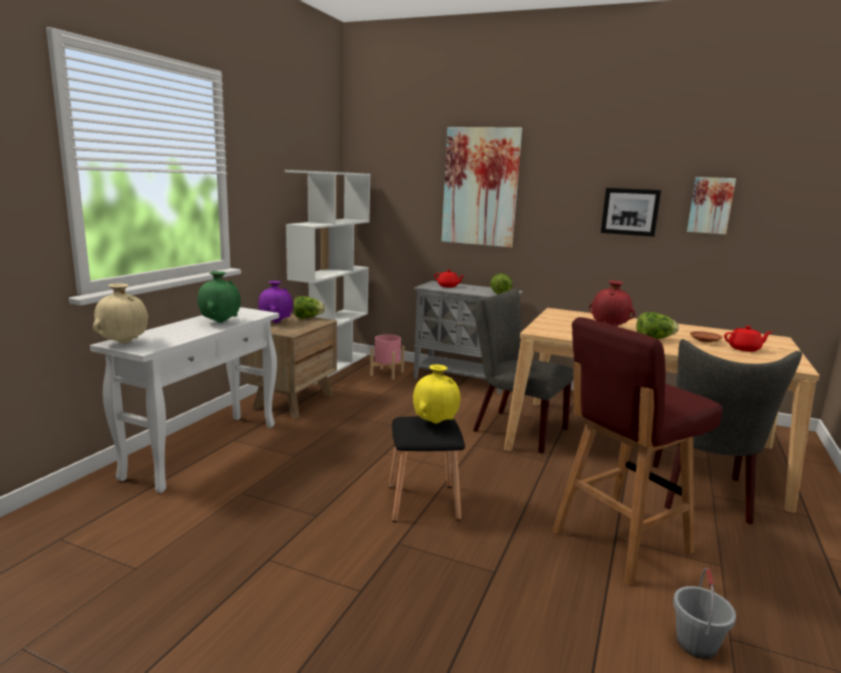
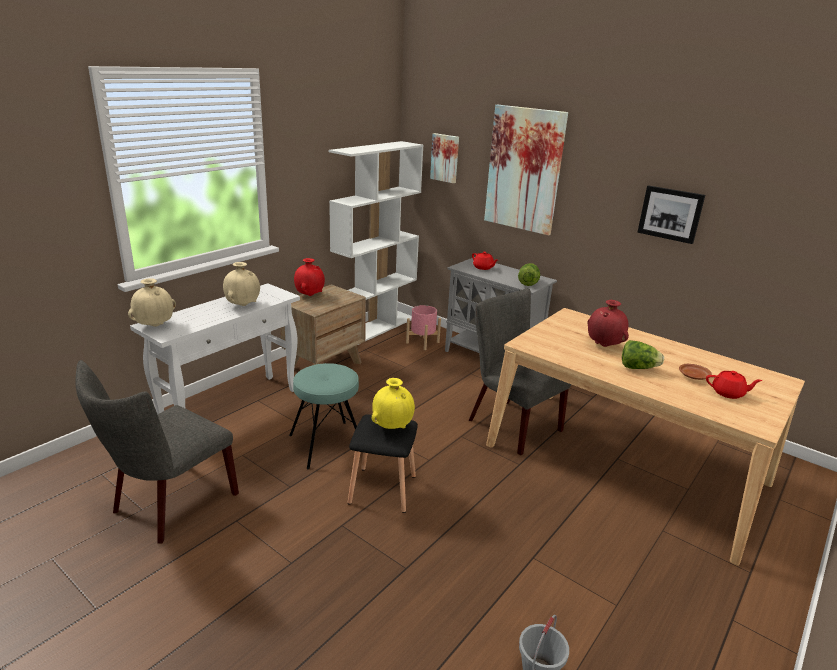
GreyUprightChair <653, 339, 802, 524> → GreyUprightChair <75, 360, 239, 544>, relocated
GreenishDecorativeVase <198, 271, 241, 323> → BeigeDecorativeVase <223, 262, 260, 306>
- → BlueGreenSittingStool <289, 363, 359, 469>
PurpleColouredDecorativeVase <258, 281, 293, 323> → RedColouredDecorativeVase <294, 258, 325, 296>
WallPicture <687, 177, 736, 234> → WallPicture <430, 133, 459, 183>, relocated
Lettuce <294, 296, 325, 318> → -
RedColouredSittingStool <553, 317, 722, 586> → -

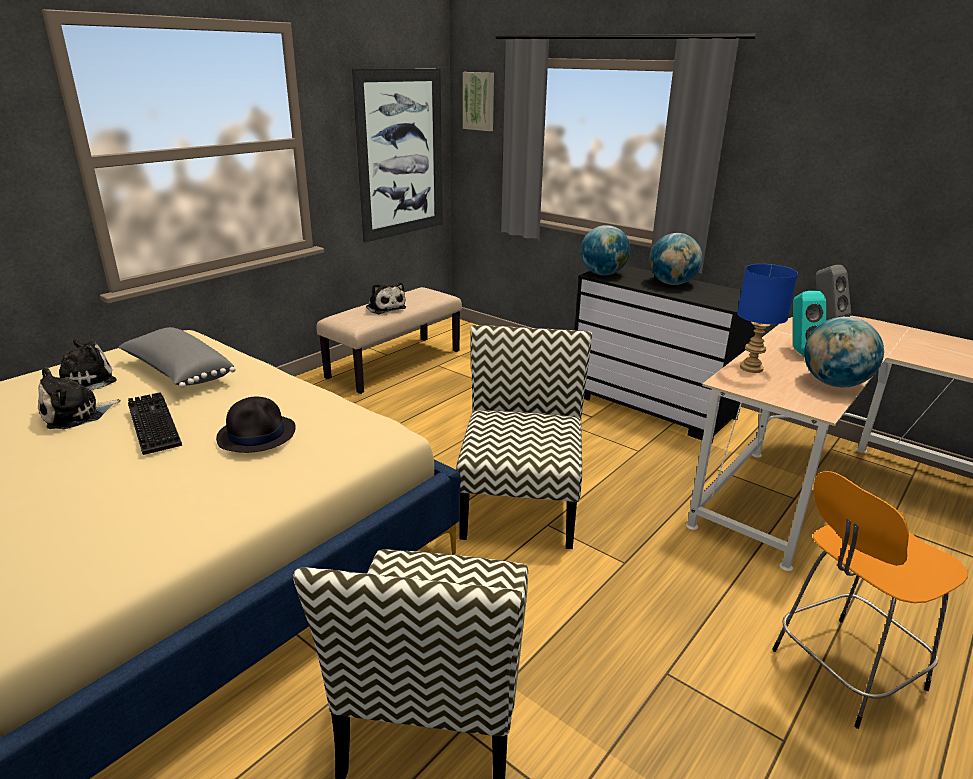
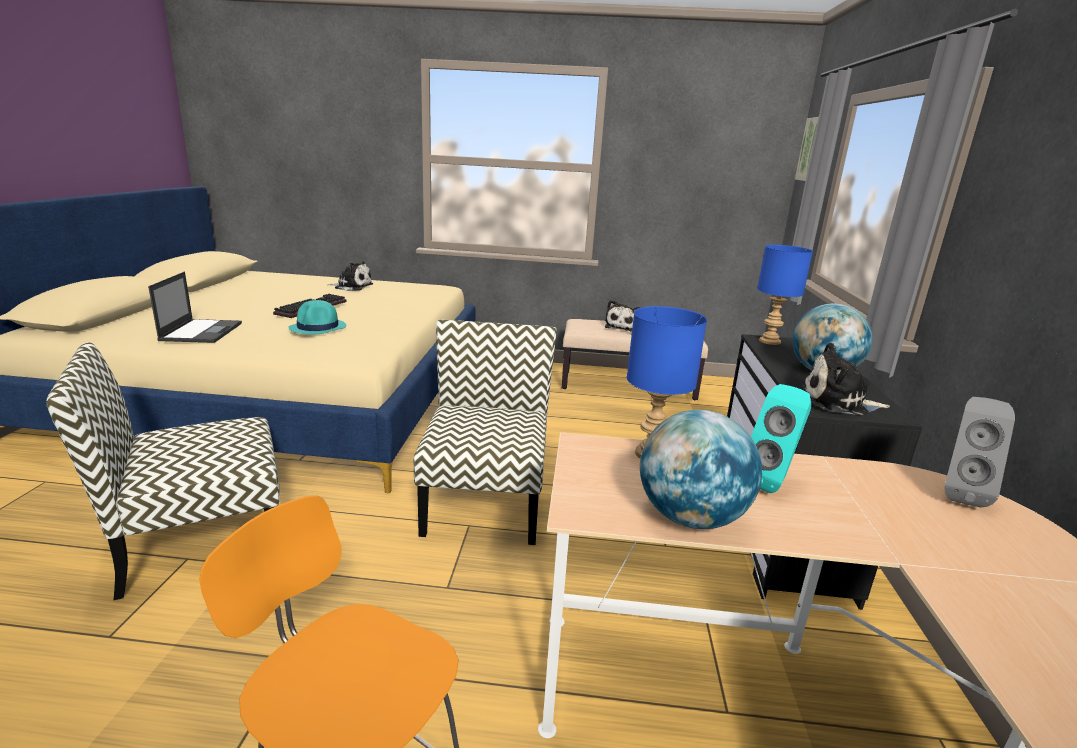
- → Laptop <148, 272, 242, 343>
BlackHat <216, 397, 296, 453> → BlueGreenHat <288, 300, 346, 334>
UprightChair <456, 325, 592, 549> → UprightChair <414, 320, 556, 545>, 60 degrees counterclockwise
DeskGlobe <580, 225, 630, 275> → BlueTableLamp <757, 245, 813, 345>
SoftToy <38, 367, 121, 429> → SoftToy <802, 343, 890, 415>, relocated
GreyThrowPillow <118, 327, 236, 388> → -
WallPicture <352, 69, 443, 243> → -

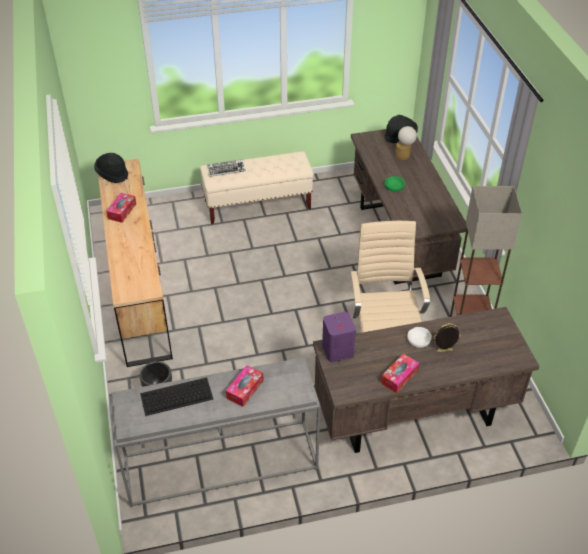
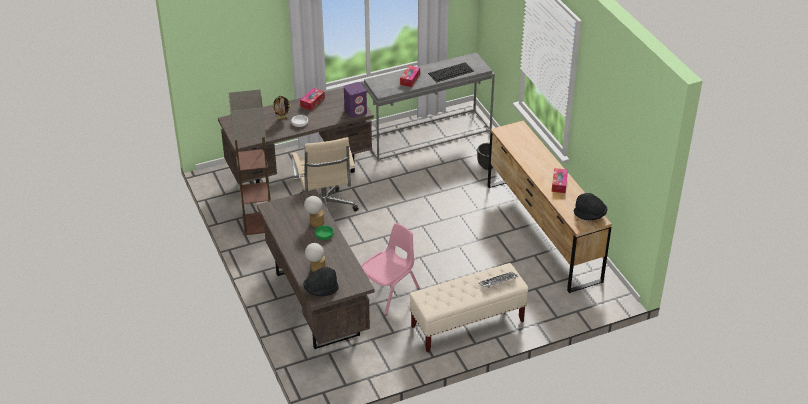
- → TableLamp <304, 196, 324, 228>
- → PinkishUprightChair <362, 223, 420, 315>

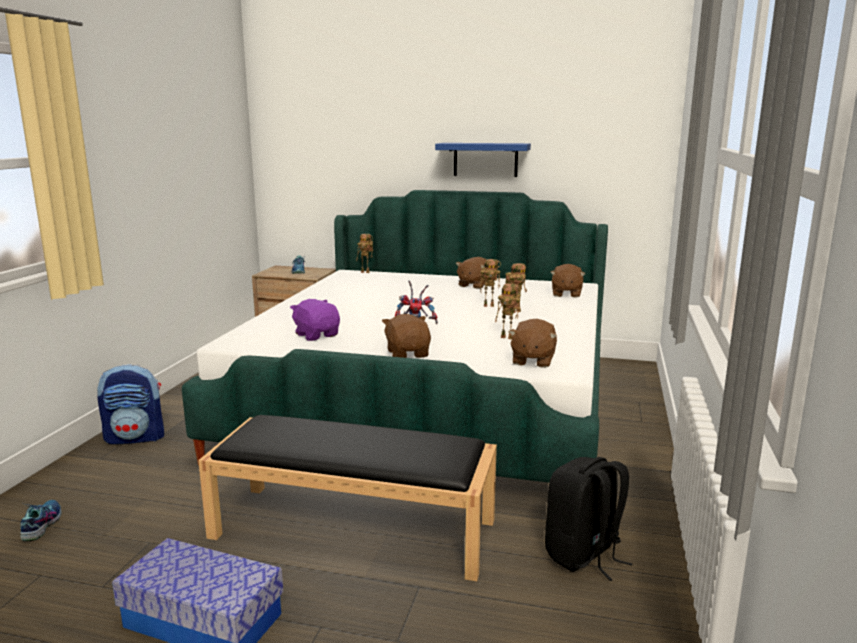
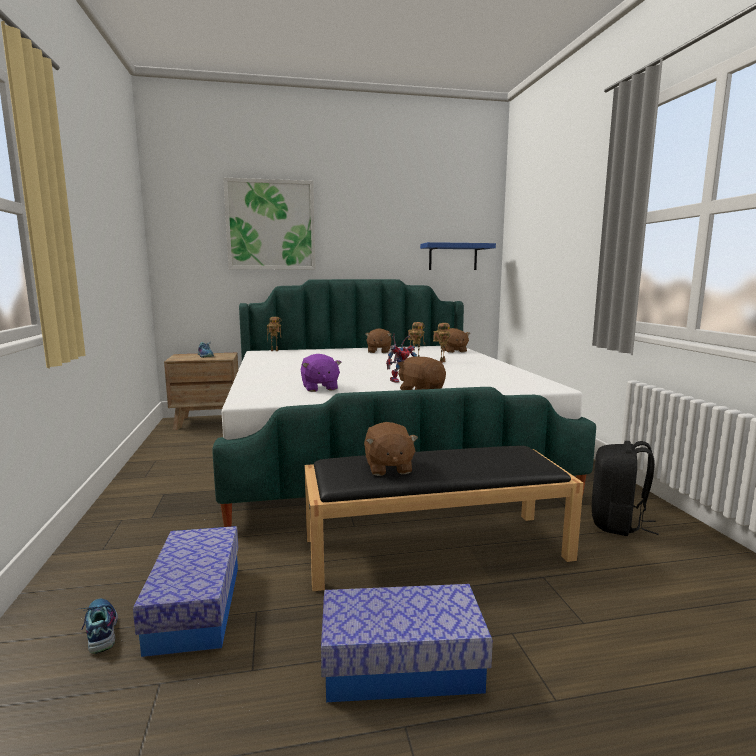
- → StorageBin <133, 526, 238, 657>
- → WallPicture <223, 178, 316, 269>
PurpleColouredSoftToy <290, 299, 340, 341> → PurpleColouredSoftToy <301, 354, 342, 392>, 135 degrees counterclockwise
BrownishSoftToy <509, 319, 557, 368> → BrownishSoftToy <364, 422, 418, 476>, relocated
BlueShelf <435, 143, 531, 177> → BlueShelf <420, 242, 496, 270>, relocated
Backpack <97, 364, 164, 444> → -
ModelRobot <495, 283, 521, 339> → -

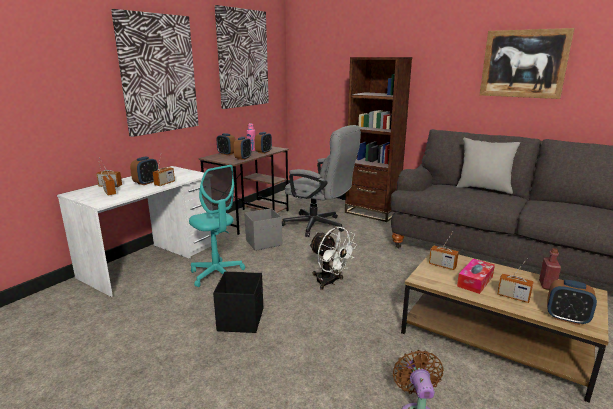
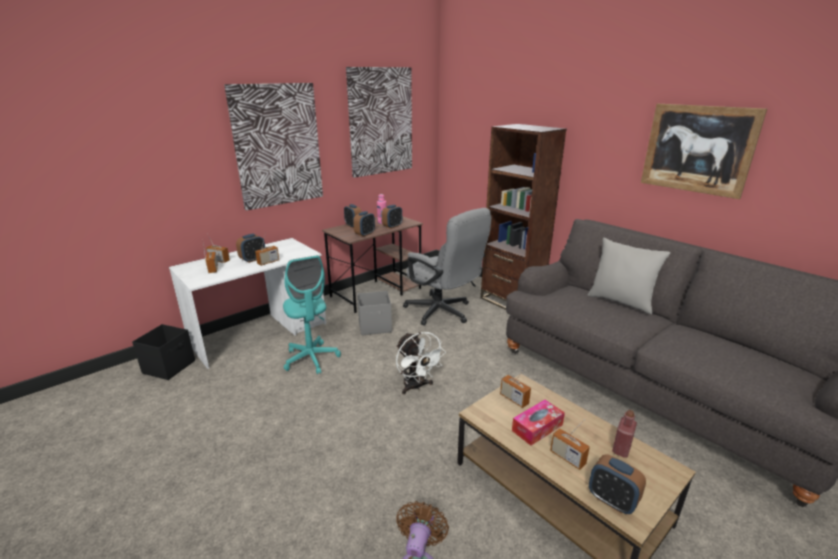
BlackStorageBin <213, 271, 263, 333> → BlackStorageBin <132, 324, 195, 380>, relocated

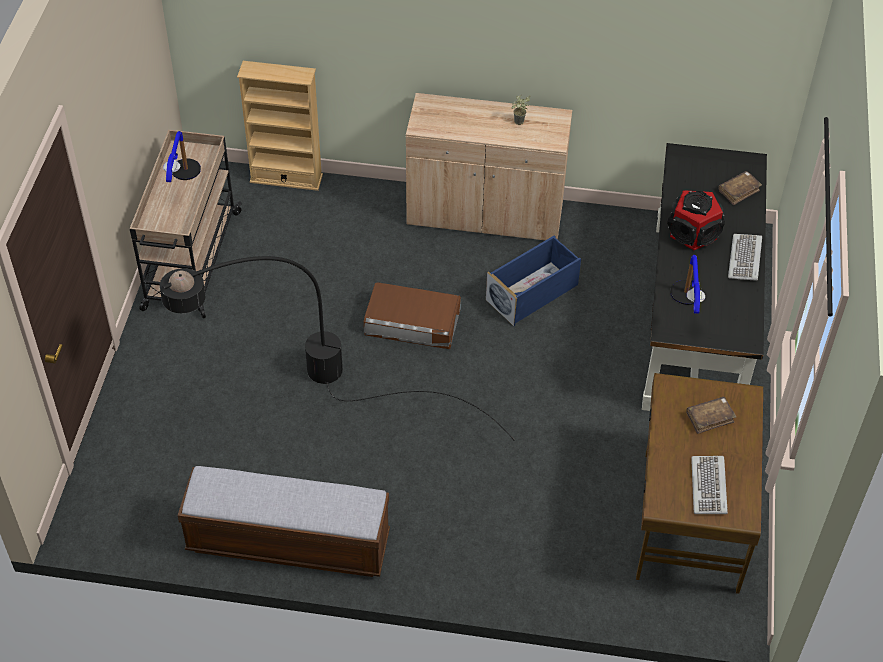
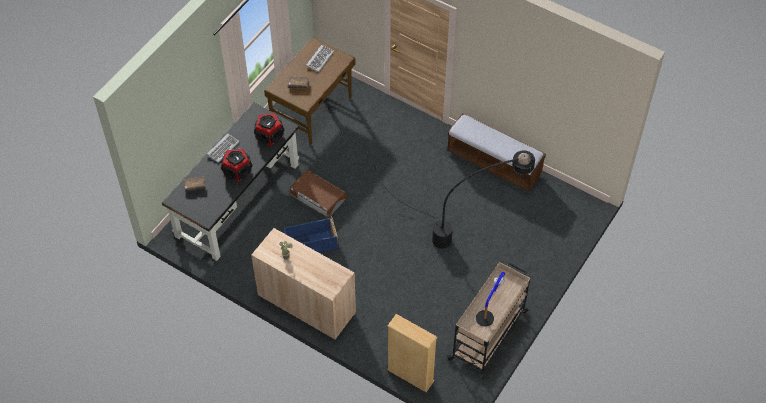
TableLamp <670, 255, 705, 314> → Speaker <254, 113, 284, 146>
BrownishStorageBin <364, 282, 461, 349> → BrownishStorageBin <290, 170, 346, 218>, relocated

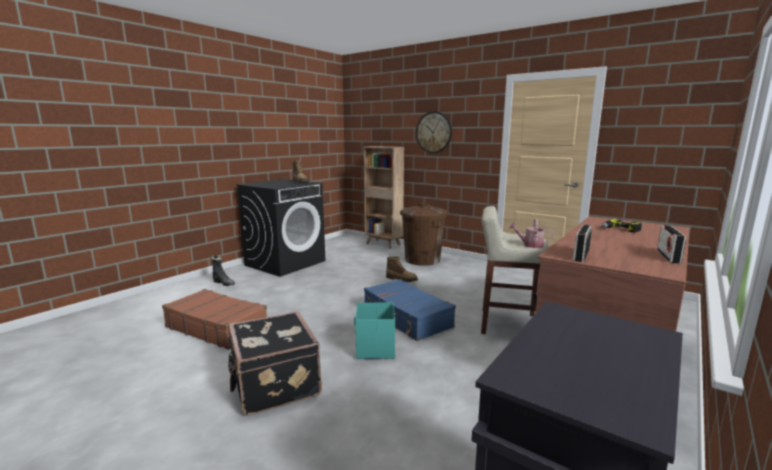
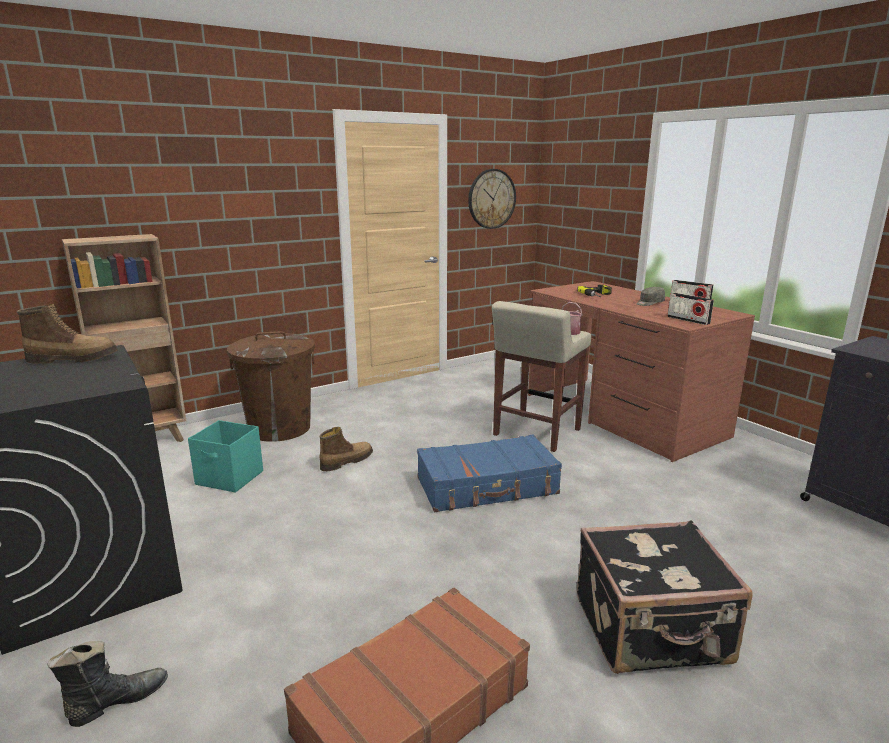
BlueGreenStorageBin <354, 302, 395, 359> → BlueGreenStorageBin <188, 420, 263, 493>, relocated
HangingClock <416, 111, 452, 153> → HangingClock <468, 169, 516, 229>, relocated
- → GreyCap <636, 287, 665, 306>

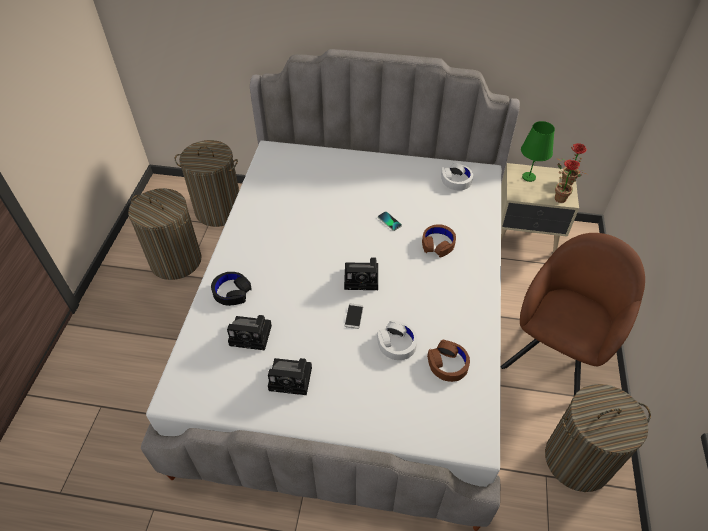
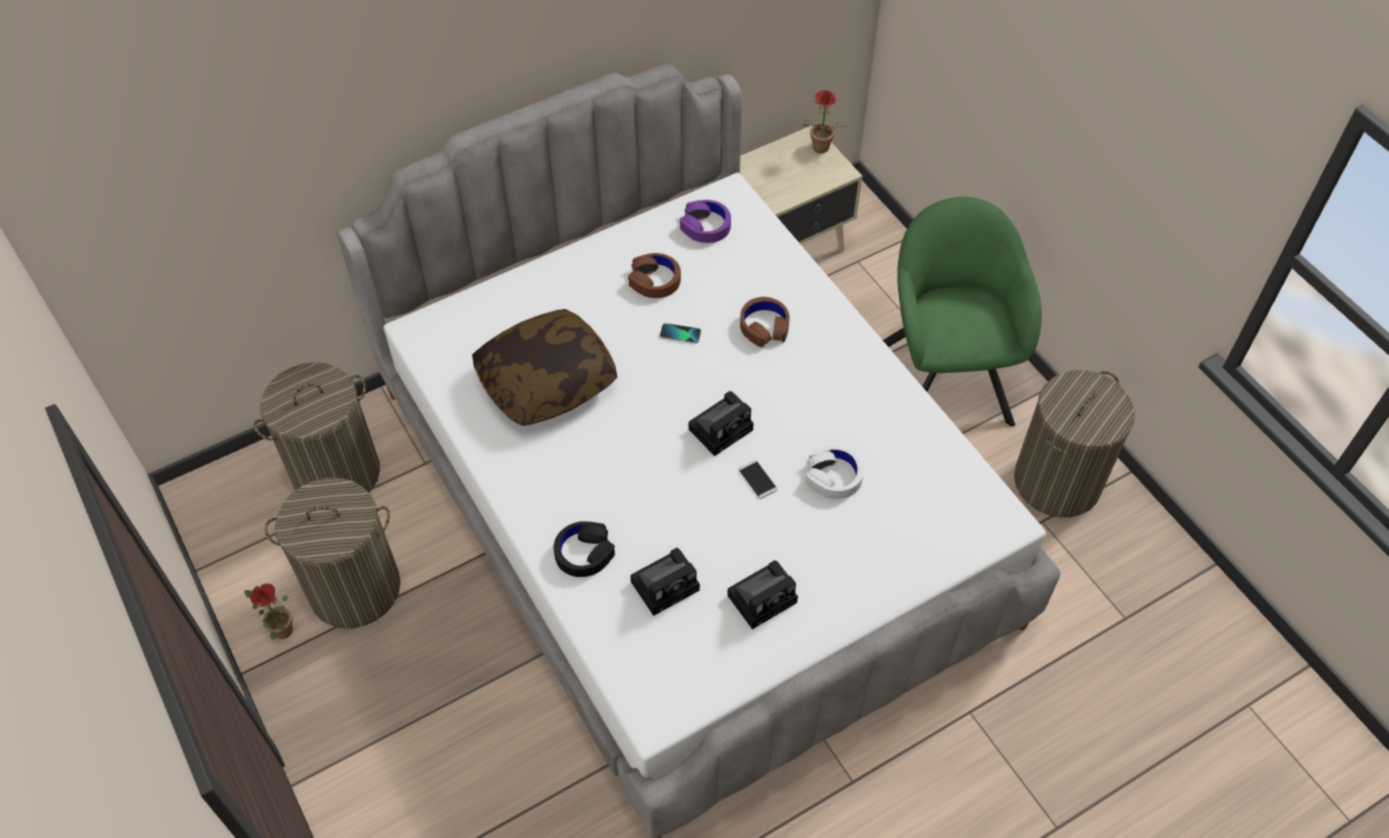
PottedPlant <555, 159, 581, 203> → PottedPlant <244, 584, 293, 640>, relocated
- → ThrowPillow <472, 309, 617, 426>
BrownishHeadset <427, 340, 470, 382> → BrownishHeadset <628, 253, 681, 298>, relocated
WhiteHeadset <441, 162, 473, 190> → PurpleColouredHeadset <680, 200, 731, 243>
BrownishEasyChair <501, 233, 645, 396> → GreenishEasyChair <883, 197, 1042, 427>
GreenishTableLamp <521, 121, 555, 182> → -

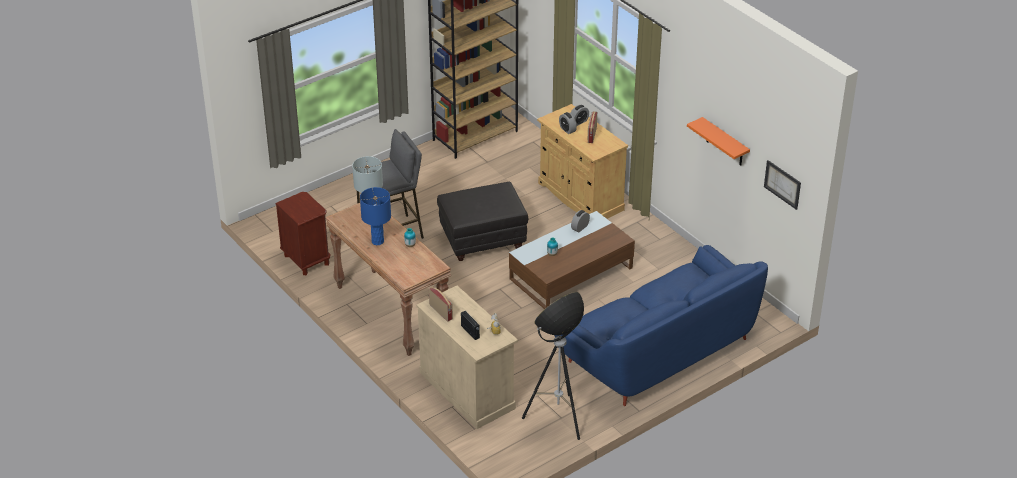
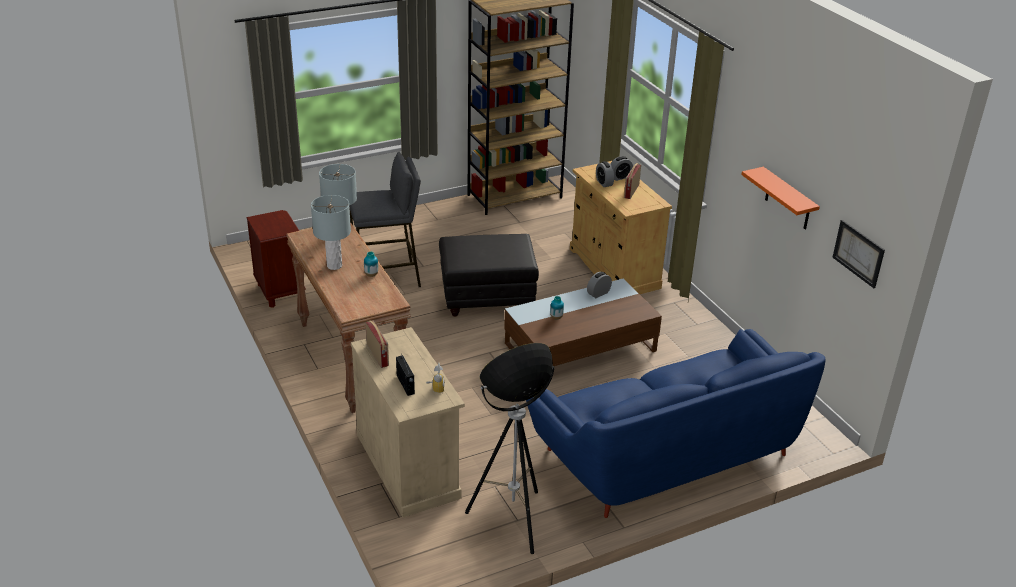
BlueTableLamp <360, 187, 391, 245> → GreyTableLamp <311, 195, 351, 270>

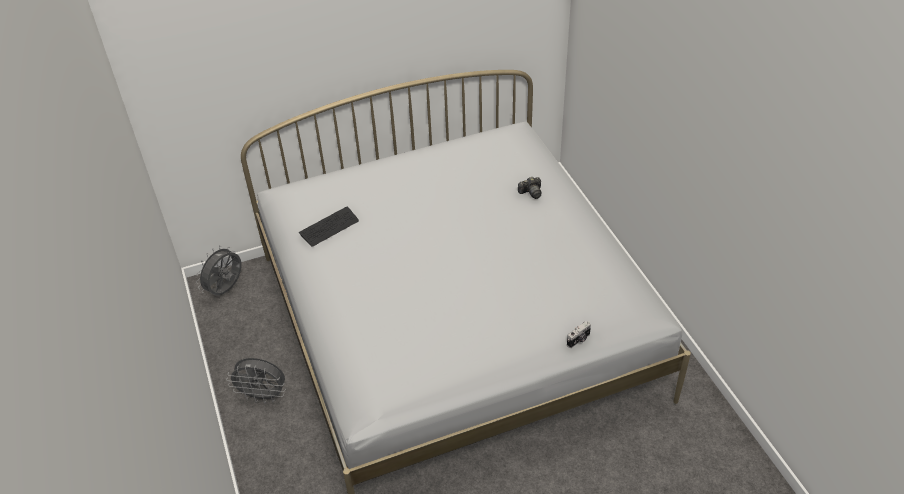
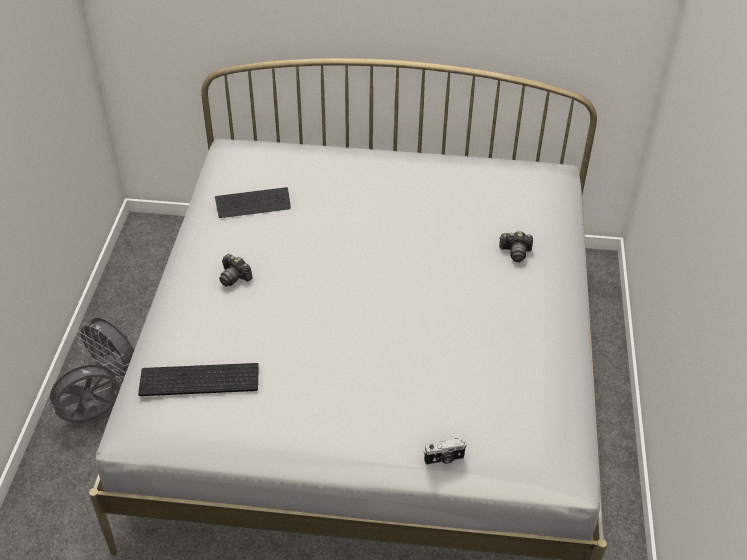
GreyCoolingFan <196, 245, 242, 295> → GreyCoolingFan <44, 359, 120, 423>, relocated
- → Keyboard <138, 363, 259, 396>
- → StillCamera <219, 254, 253, 286>

